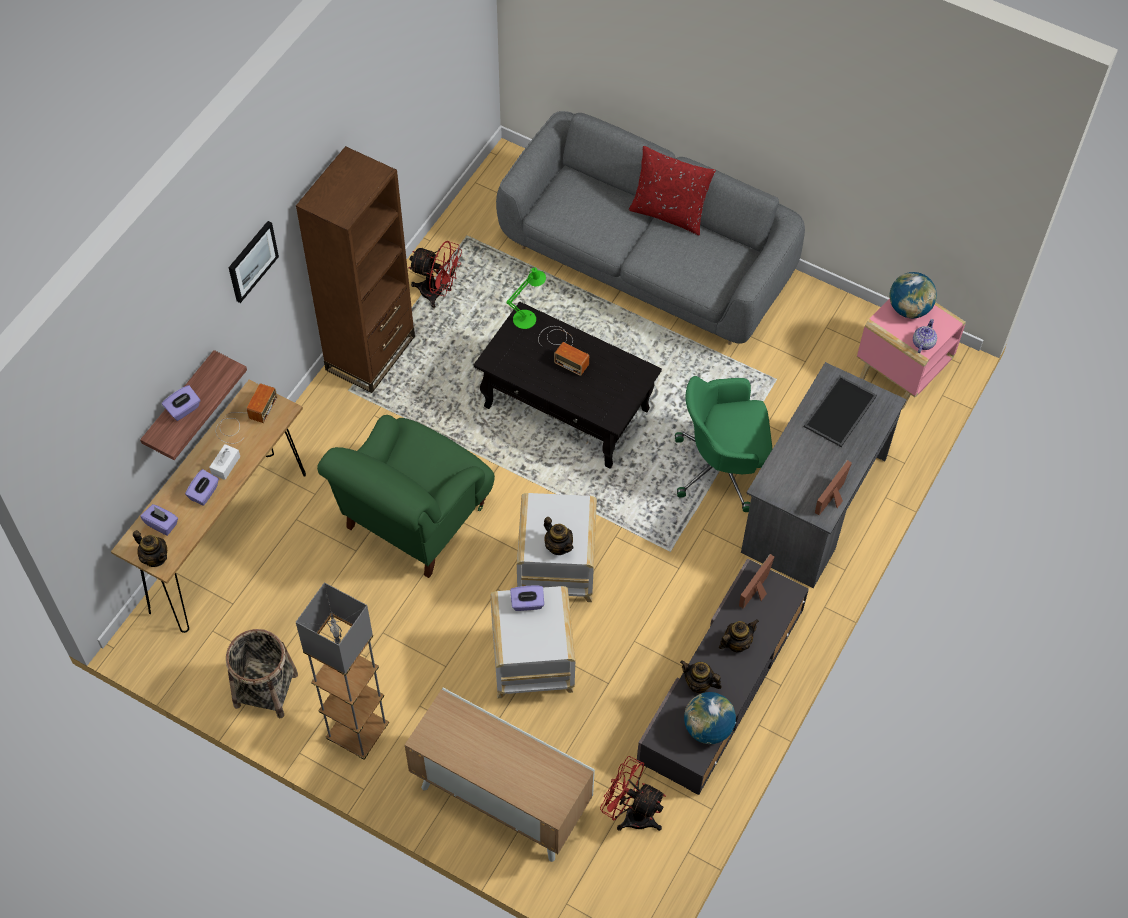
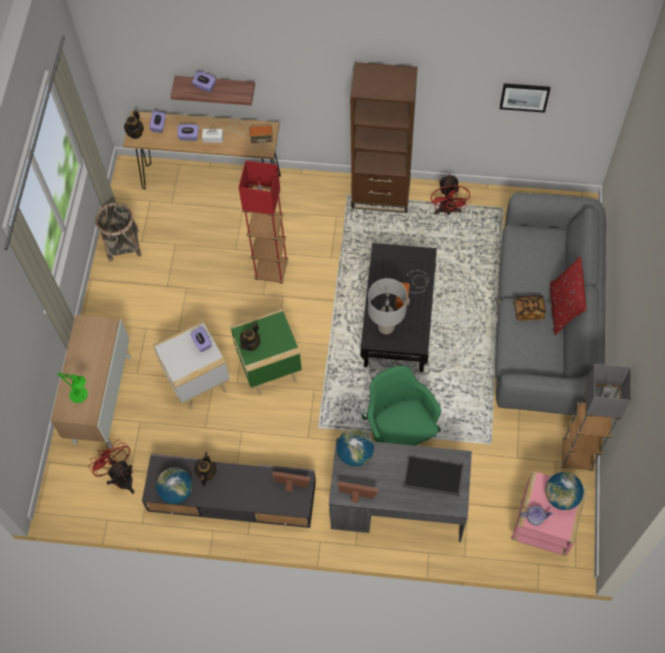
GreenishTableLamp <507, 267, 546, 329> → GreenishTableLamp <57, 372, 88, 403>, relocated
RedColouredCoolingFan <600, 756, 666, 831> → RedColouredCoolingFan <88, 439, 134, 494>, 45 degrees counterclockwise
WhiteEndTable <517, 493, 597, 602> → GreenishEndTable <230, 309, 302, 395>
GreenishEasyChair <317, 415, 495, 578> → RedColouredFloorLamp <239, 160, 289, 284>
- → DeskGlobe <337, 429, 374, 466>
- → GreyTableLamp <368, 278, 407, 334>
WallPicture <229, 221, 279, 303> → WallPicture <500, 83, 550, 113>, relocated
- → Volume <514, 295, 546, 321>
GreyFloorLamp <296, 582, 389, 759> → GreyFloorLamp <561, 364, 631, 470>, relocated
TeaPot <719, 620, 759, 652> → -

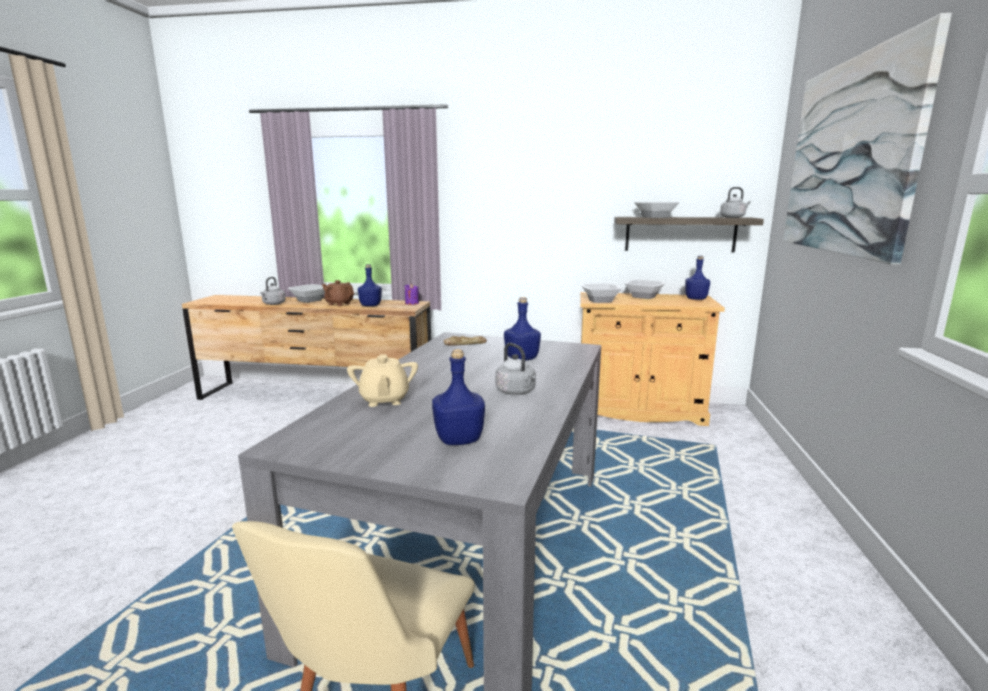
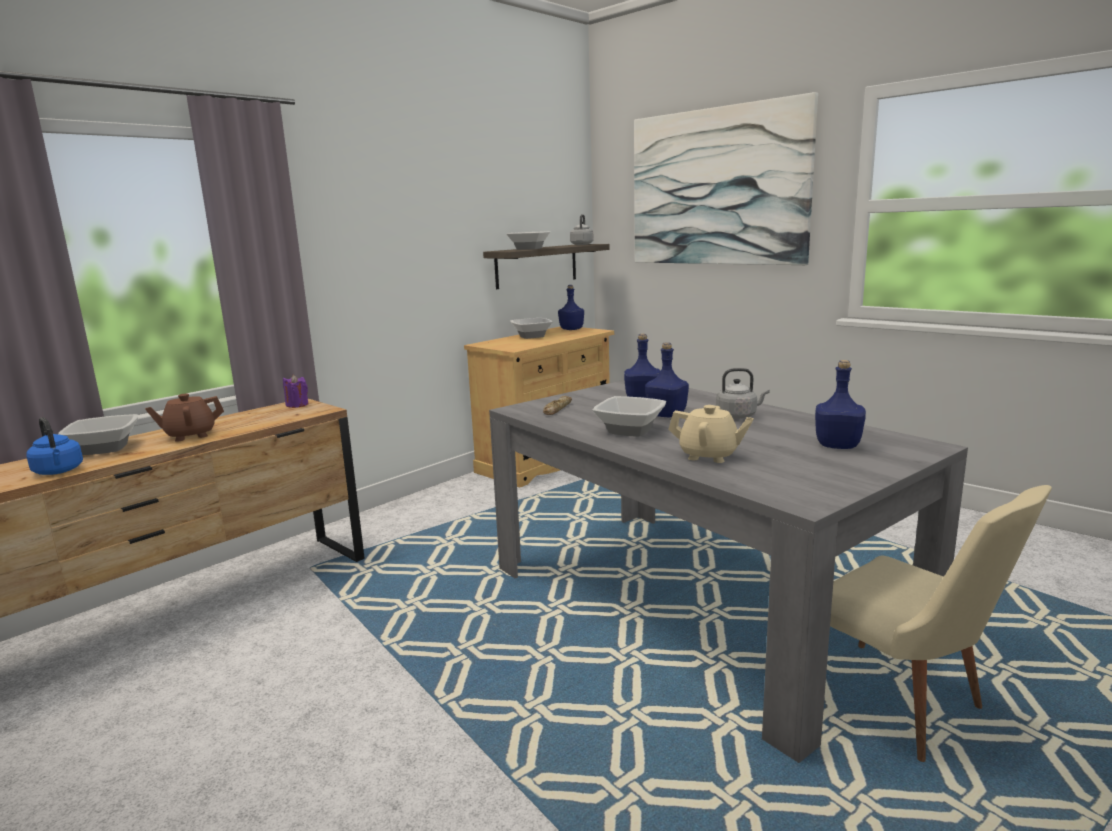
GreyWaterKettle <260, 277, 285, 305> → BlueWaterKettle <26, 417, 83, 475>
ServingBowl <581, 283, 622, 303> → ServingBowl <592, 396, 666, 437>, relocated
BlueBottle <358, 264, 382, 306> → BlueBottle <645, 342, 689, 417>, relocated

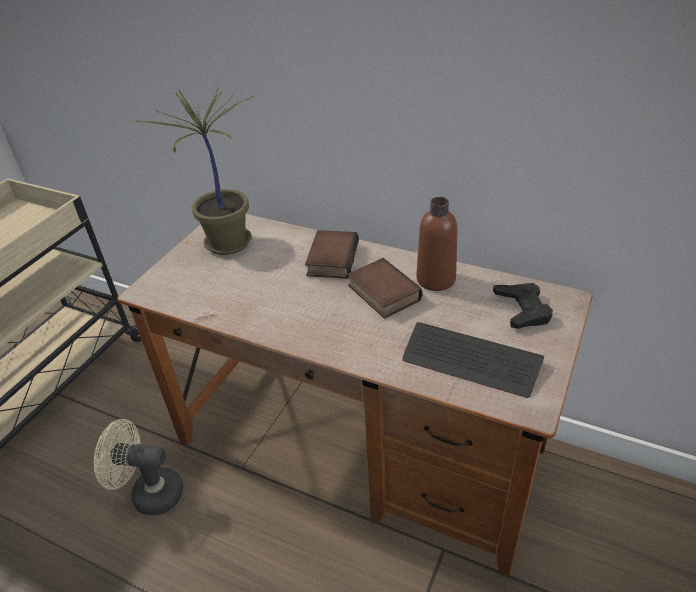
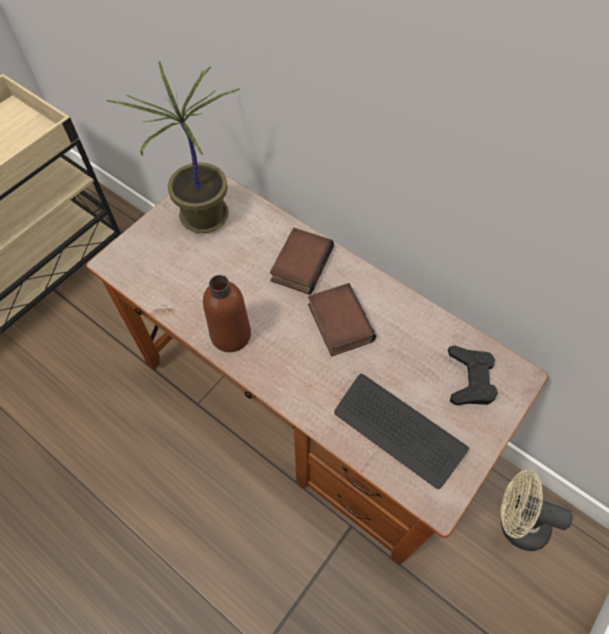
BrownishBottle <416, 197, 458, 291> → BrownishBottle <203, 275, 251, 352>, relocated
BeigeCoolingFan <94, 419, 183, 515> → BeigeCoolingFan <501, 470, 572, 551>, relocated

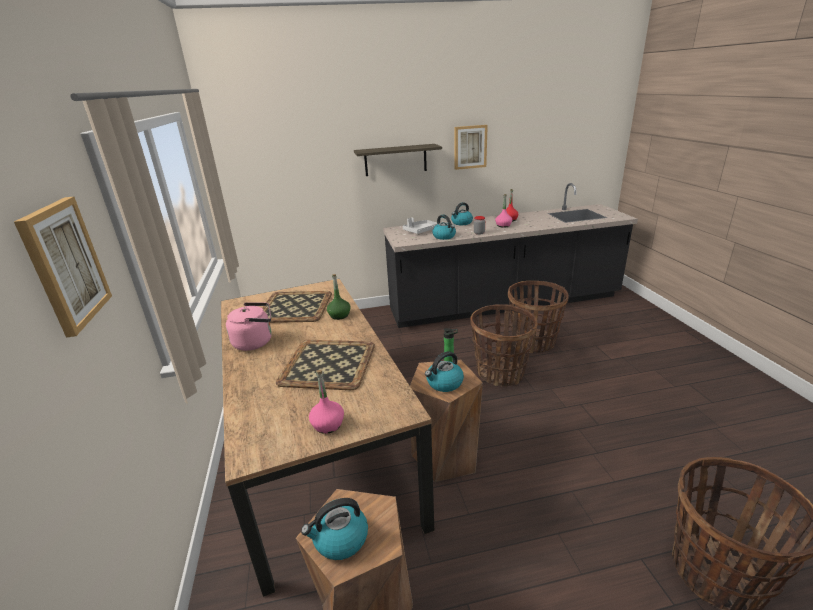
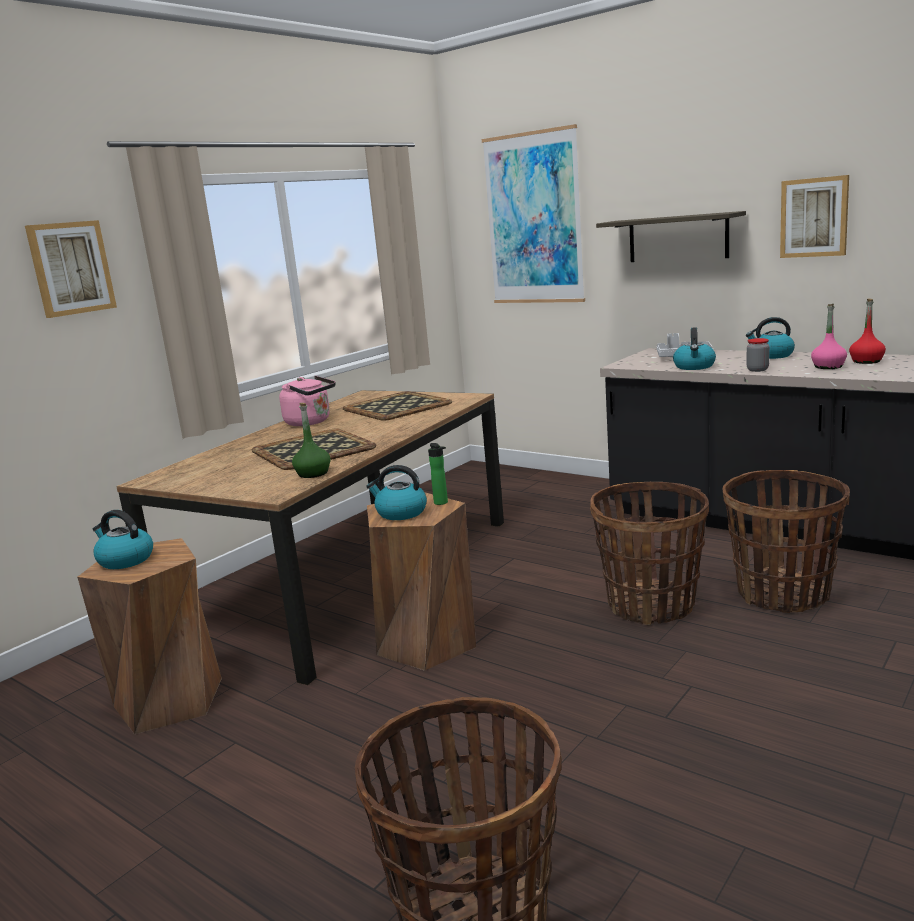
GreenishBottle <327, 274, 350, 320> → GreenishBottle <292, 403, 331, 478>, relocated
- → WallPicture <482, 124, 585, 303>
PinkishBottle <309, 370, 344, 434> → -

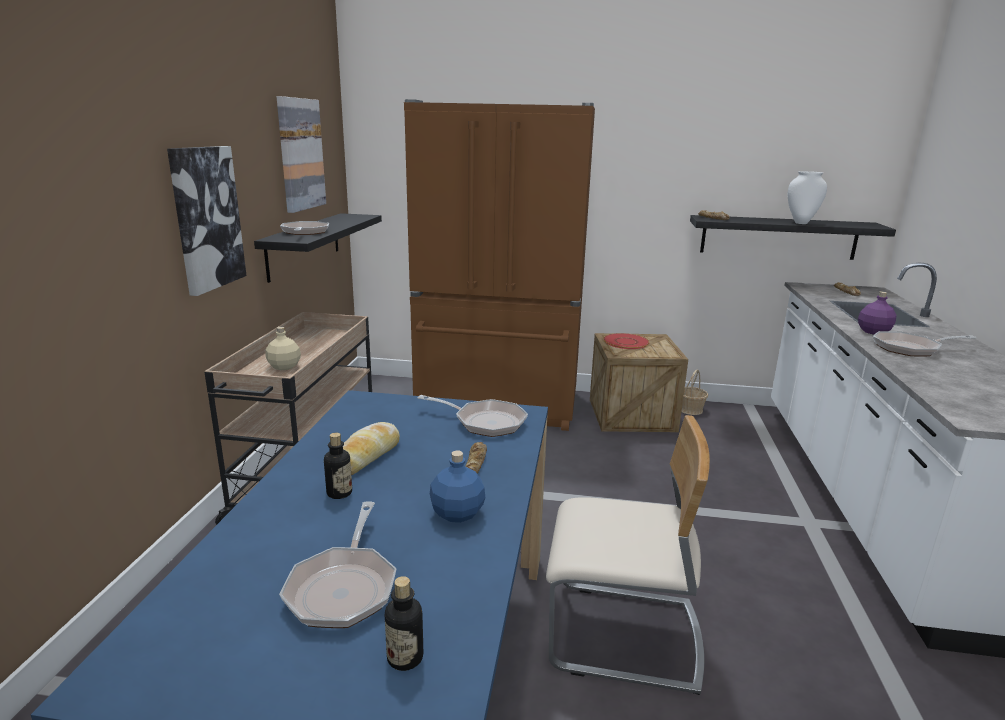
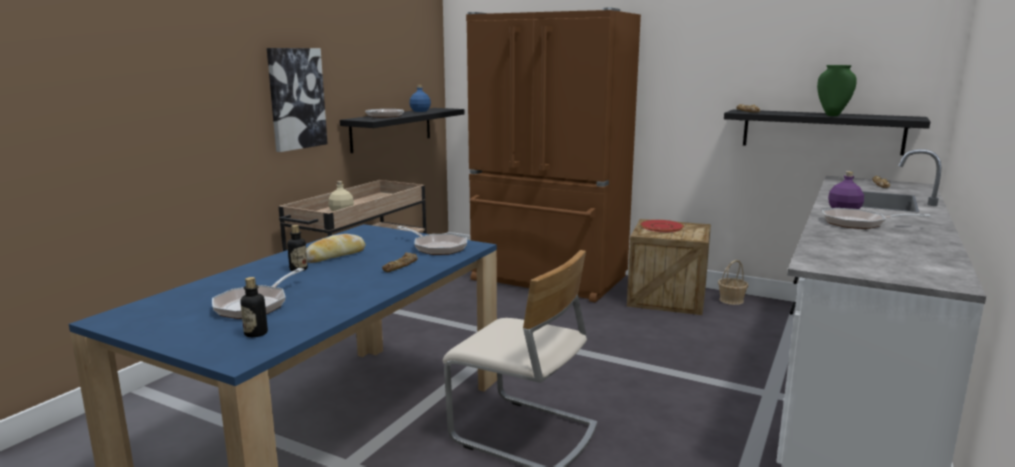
BlueBottle <430, 450, 486, 523> → BlueBottle <409, 85, 431, 112>, relocated
WhiteDecorativeVase <788, 171, 827, 224> → GreenishDecorativeVase <817, 65, 857, 116>
WallPicture <277, 96, 326, 213> → -

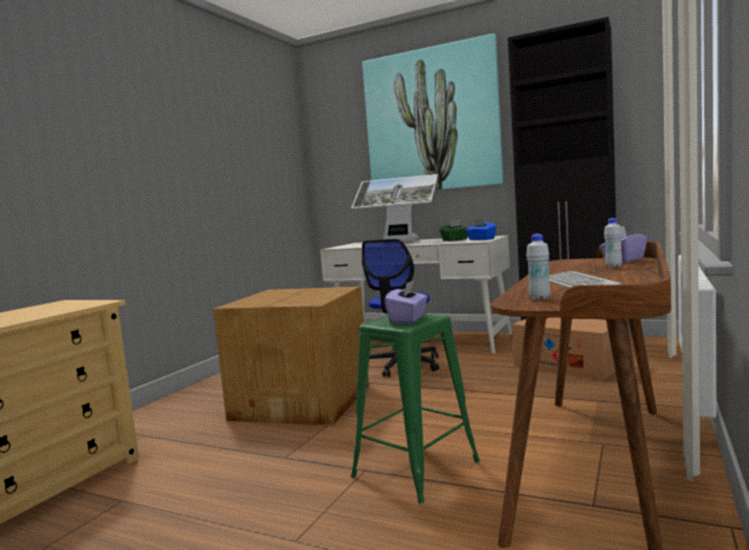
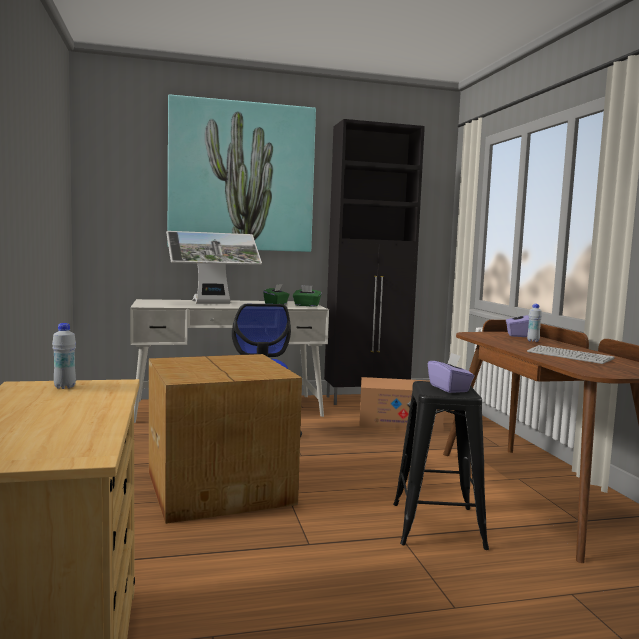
WhiteBottle <526, 234, 550, 300> → WhiteBottle <52, 323, 76, 389>, relocated
BlueTissueHolder <466, 219, 497, 240> → GreenishTissueHolder <293, 285, 322, 307>
GreenishSittingStool <351, 314, 480, 503> → BlackSittingStool <393, 381, 489, 550>

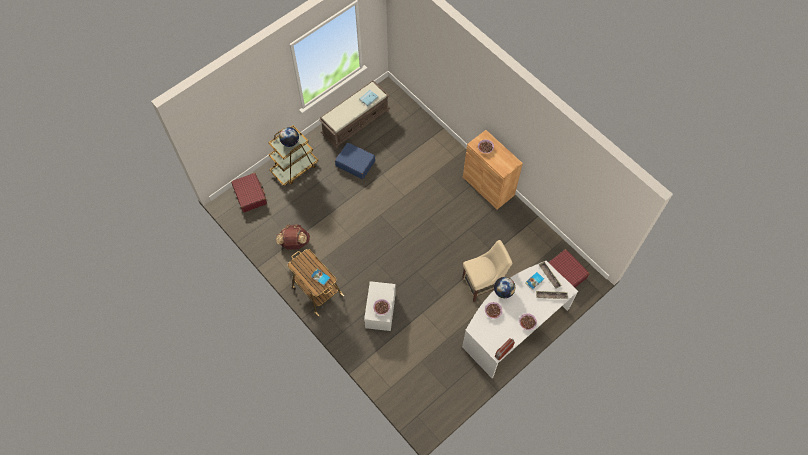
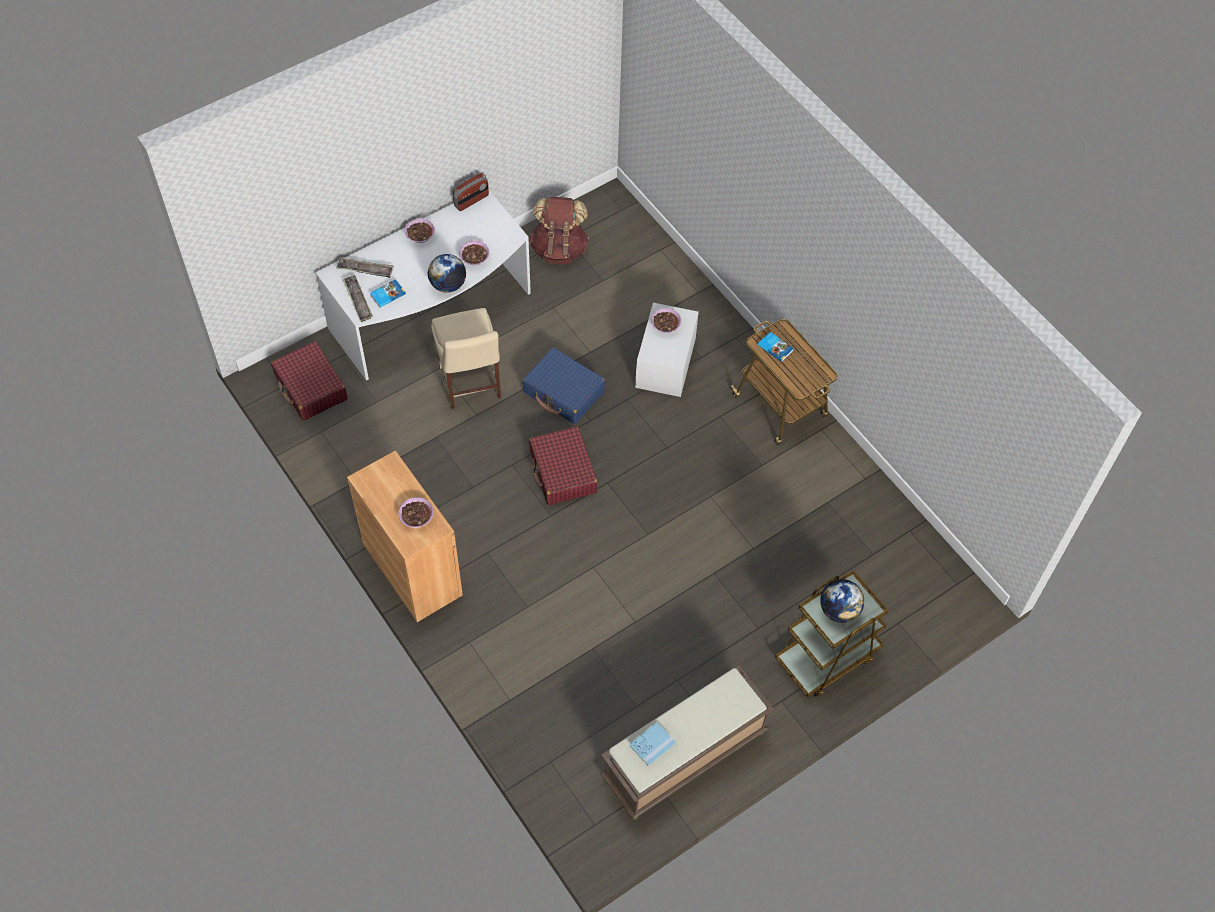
BeigeUprightChair <462, 240, 512, 302> → BeigeUprightChair <431, 308, 501, 409>, 90 degrees counterclockwise
BluePieceOfLuggage <335, 143, 375, 179> → BluePieceOfLuggage <523, 347, 605, 424>, relocated
BrownishBackpack <276, 224, 310, 250> → BrownishBackpack <529, 197, 589, 264>, relocated
RedColouredPieceOfLuggage <231, 173, 267, 212> → RedColouredPieceOfLuggage <529, 426, 598, 505>, relocated

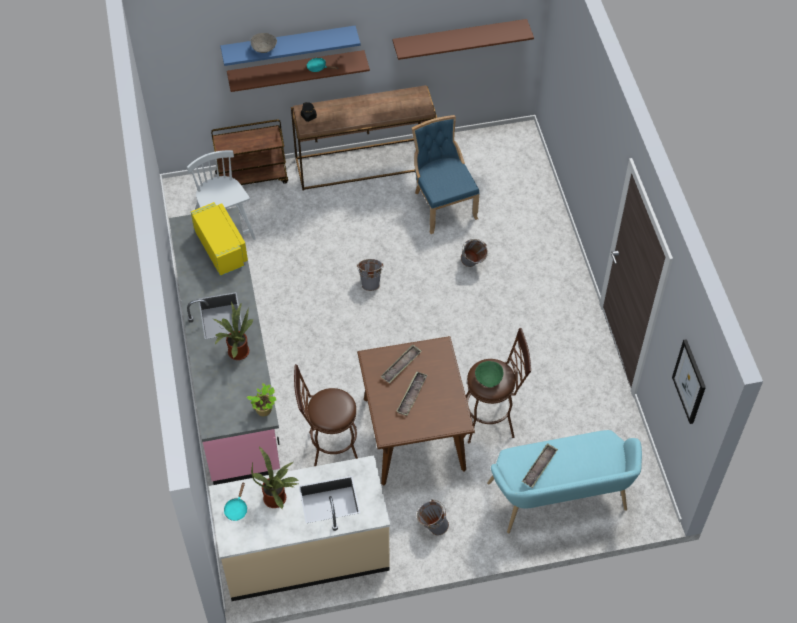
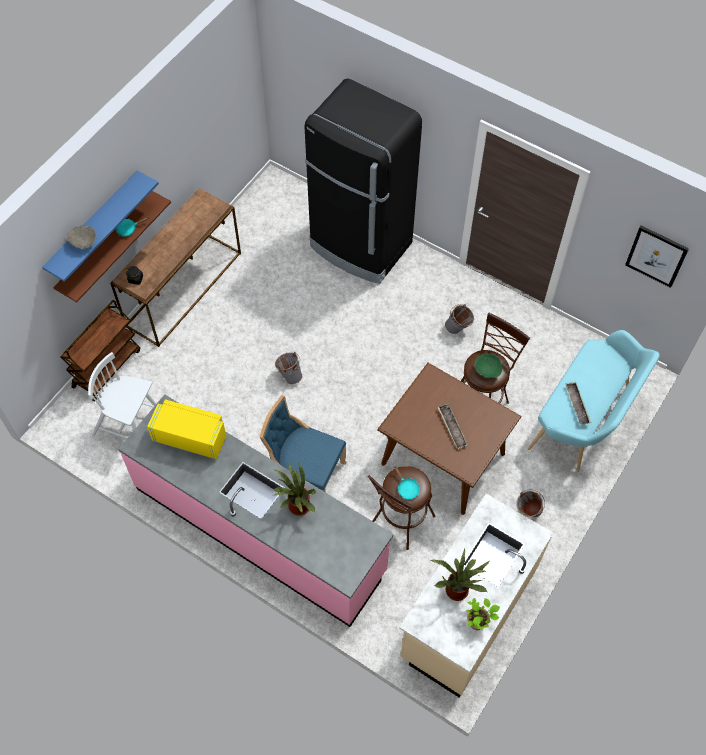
BlueUprightChair <412, 115, 480, 234> → BlueUprightChair <260, 395, 347, 493>, relocated
- → BlackFridge <305, 79, 422, 284>
BlueGreenFryingPan <224, 483, 247, 521> → BlueGreenFryingPan <394, 466, 420, 499>, relocated
GreyBucket <461, 239, 488, 267> → GreyBucket <445, 304, 474, 334>, relocated
PottedPlant <247, 383, 276, 416> → PottedPlant <466, 598, 500, 630>, relocated
CarryingTray <380, 344, 421, 383> → -
BrownishShelf <392, 19, 534, 60> → -

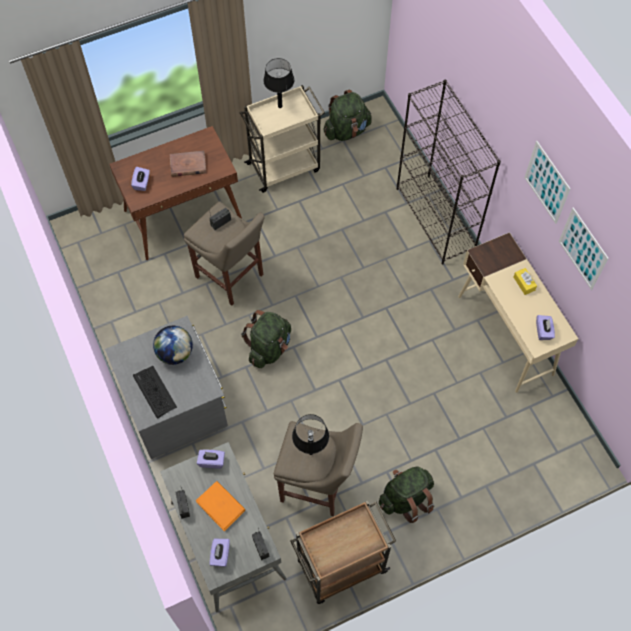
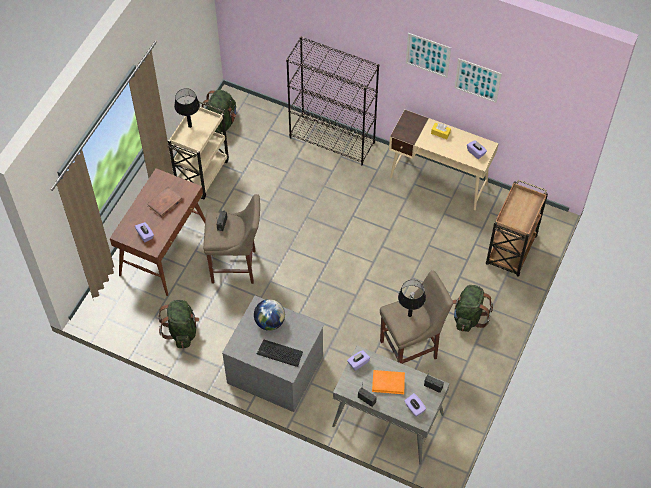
GreenishBackpack <241, 310, 291, 368> → GreenishBackpack <158, 300, 199, 349>, relocated
BrownishTrolley <291, 500, 396, 604> → BrownishTrolley <486, 180, 548, 277>, relocated

